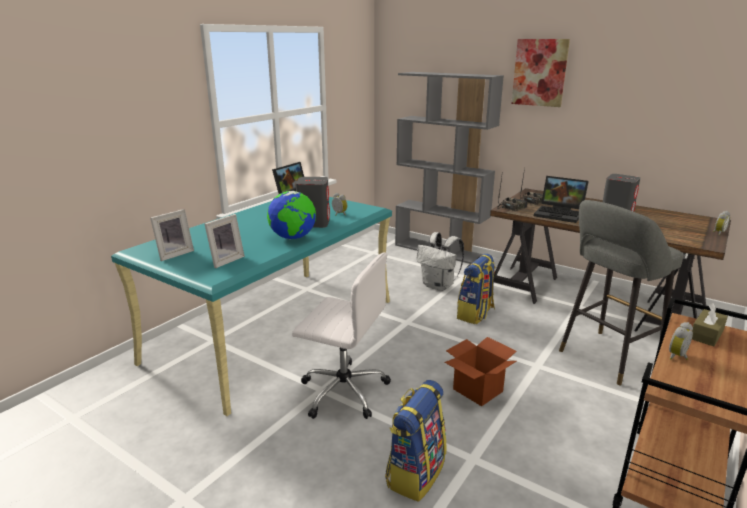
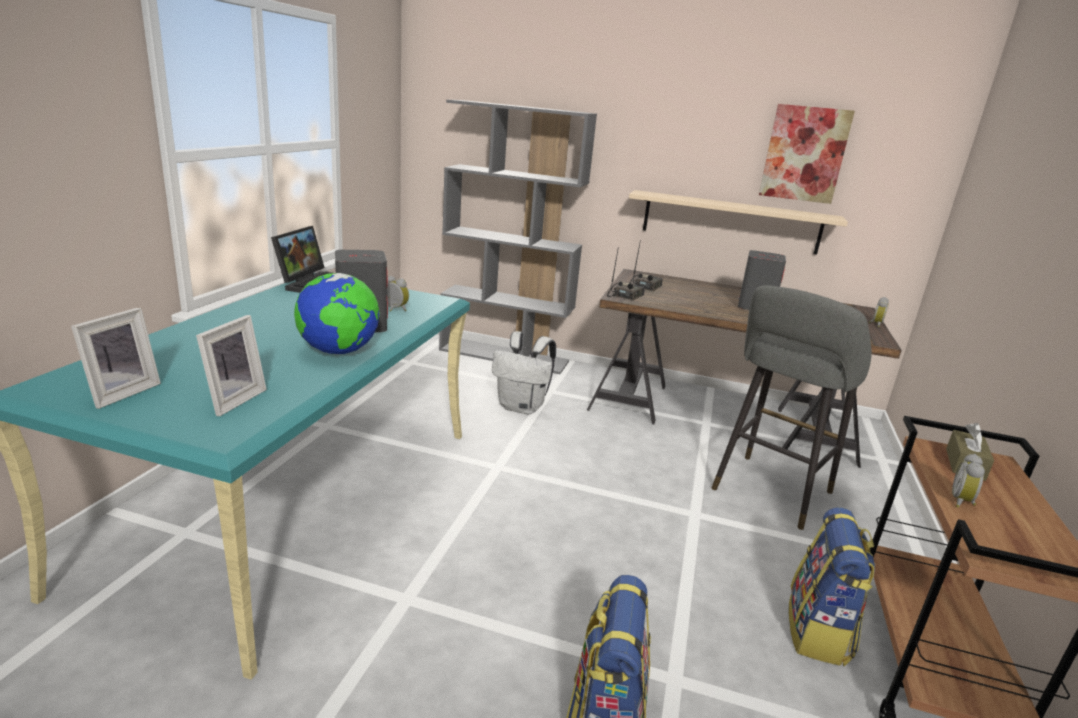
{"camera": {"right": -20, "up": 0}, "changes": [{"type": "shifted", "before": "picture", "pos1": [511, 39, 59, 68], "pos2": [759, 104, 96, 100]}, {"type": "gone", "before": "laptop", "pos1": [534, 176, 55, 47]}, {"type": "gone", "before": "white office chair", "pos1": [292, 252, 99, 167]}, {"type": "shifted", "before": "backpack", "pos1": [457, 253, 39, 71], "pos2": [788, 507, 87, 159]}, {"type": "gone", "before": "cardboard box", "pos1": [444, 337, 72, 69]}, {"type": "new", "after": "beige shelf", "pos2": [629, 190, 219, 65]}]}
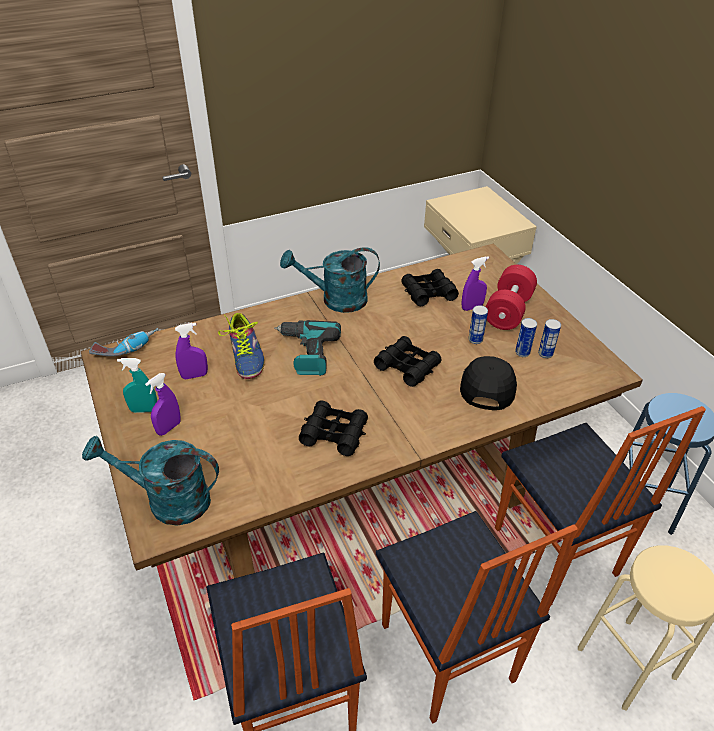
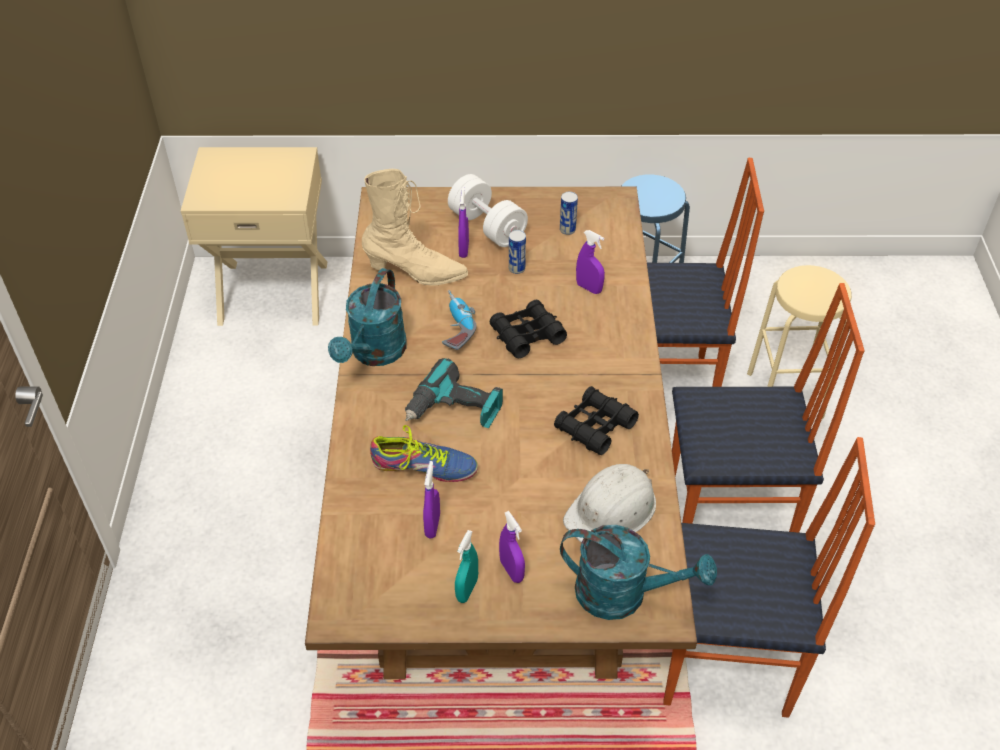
{"camera": {"right": -65, "up": 5}, "changes": [{"type": "repainted", "before": "red dumbbell", "after": "white dumbbell", "pos1": [485, 265, 52, 65], "pos2": [448, 174, 80, 73]}, {"type": "swapped", "before": "black binoculars", "after": "beige boot", "pos1": [401, 269, 58, 37], "pos2": [362, 169, 106, 116]}, {"type": "gone", "before": "can", "pos1": [515, 318, 22, 39]}, {"type": "shifted", "before": "power drill", "pos1": [89, 328, 70, 28], "pos2": [442, 290, 34, 60]}, {"type": "swapped", "before": "black cap", "after": "purple spray bottle", "pos1": [460, 356, 57, 54], "pos2": [576, 230, 29, 64]}, {"type": "rotated", "before": "turquoise watering can", "pos1": [82, 436, 137, 90], "pos2": [560, 525, 157, 95], "turn": -105}, {"type": "new", "after": "white hard hat", "pos2": [563, 464, 93, 79]}]}
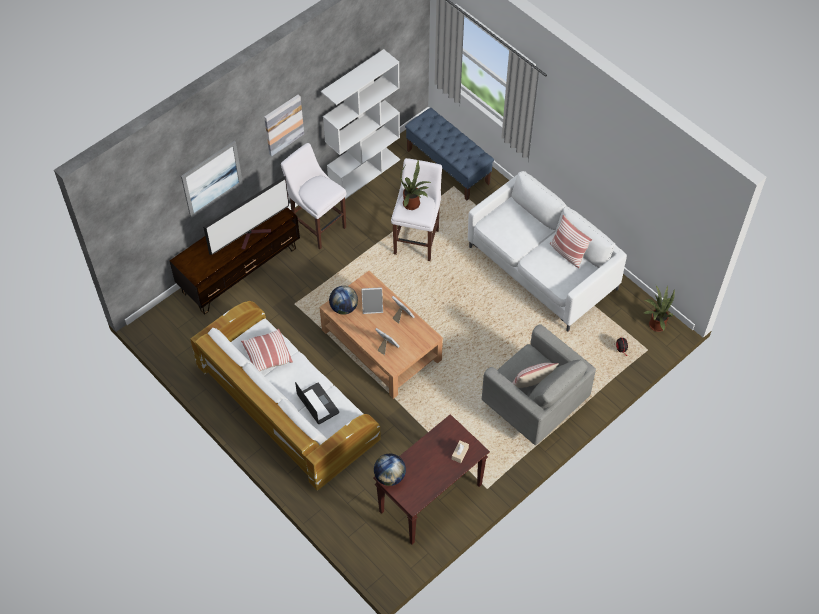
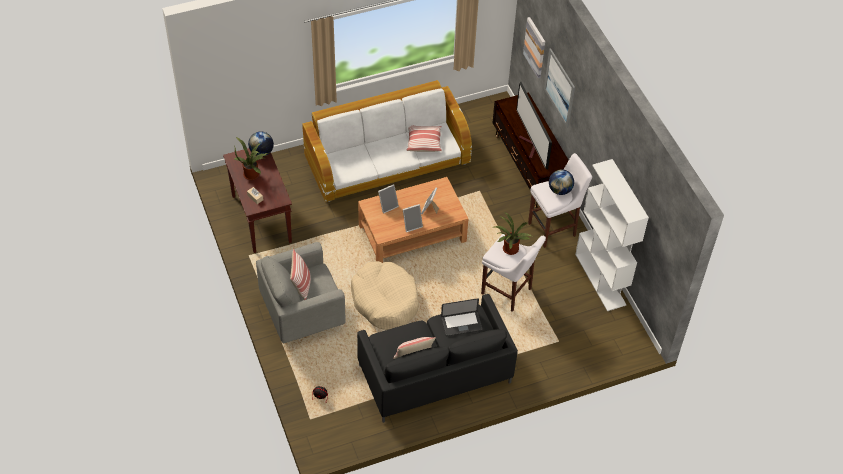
{"camera": {"right": 110, "up": -5}, "changes": [{"type": "shifted", "before": "picture", "pos1": [264, 94, 40, 63], "pos2": [523, 17, 22, 61]}, {"type": "gone", "before": "blue bench", "pos1": [405, 108, 89, 92]}, {"type": "repainted", "before": "white sofa", "after": "black sofa", "pos1": [468, 171, 159, 160], "pos2": [357, 294, 161, 129]}, {"type": "shifted", "before": "globe", "pos1": [329, 286, 29, 29], "pos2": [549, 169, 25, 26]}, {"type": "shifted", "before": "potted plant", "pos1": [644, 286, 31, 46], "pos2": [234, 137, 34, 43]}, {"type": "shifted", "before": "laptop", "pos1": [295, 382, 44, 42], "pos2": [441, 298, 42, 38]}, {"type": "new", "after": "beige dog bed", "pos2": [351, 261, 68, 69]}]}
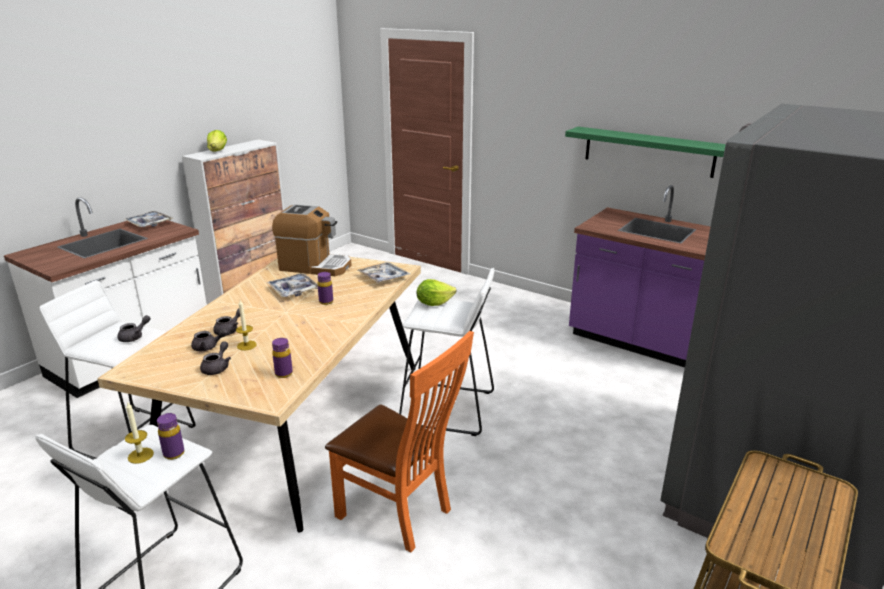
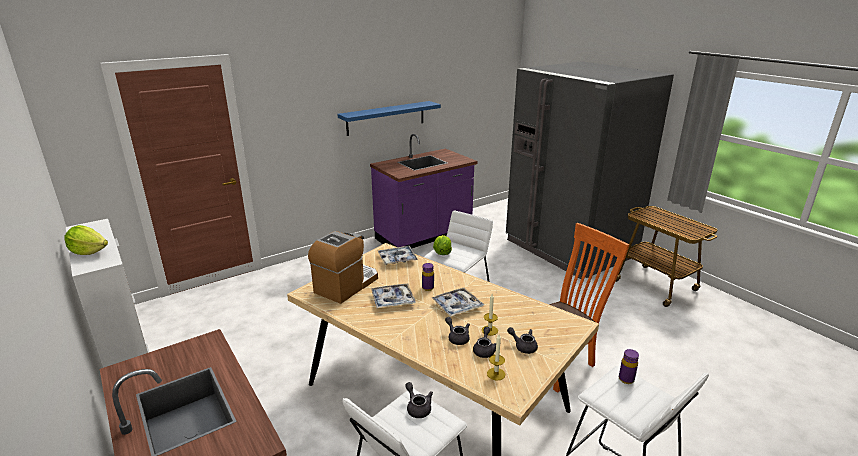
{"camera": {"right": -70, "up": 0}, "changes": [{"type": "repainted", "before": "green shelf", "after": "blue shelf", "pos1": [565, 127, 161, 51], "pos2": [337, 101, 104, 35]}, {"type": "shifted", "before": "tray", "pos1": [124, 211, 49, 16], "pos2": [432, 287, 52, 29]}, {"type": "gone", "before": "purple bottle", "pos1": [272, 338, 21, 40]}, {"type": "shifted", "before": "candle", "pos1": [125, 401, 29, 63], "pos2": [487, 334, 18, 47]}]}
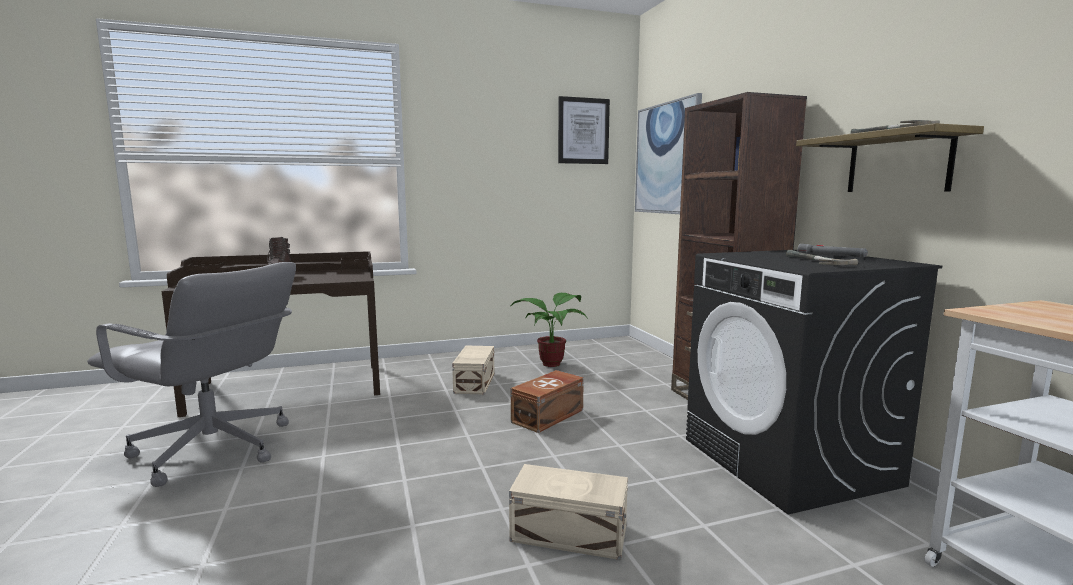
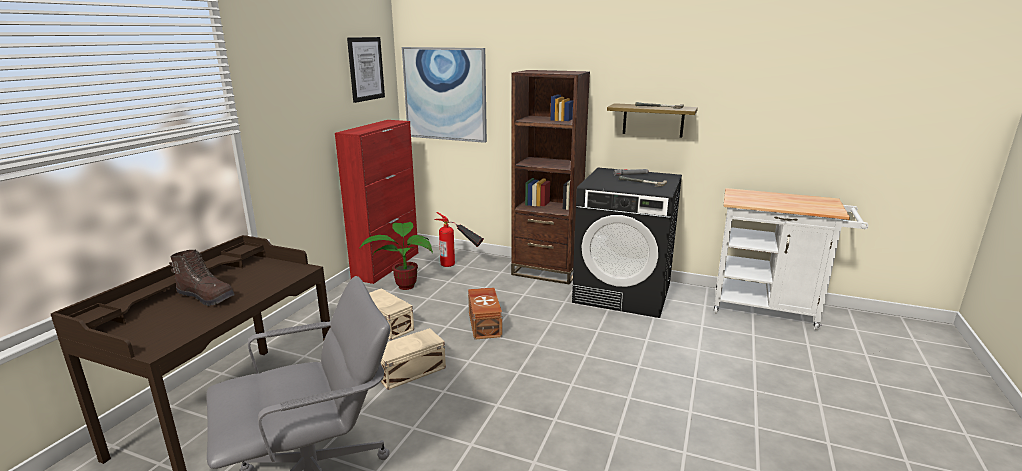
{"camera": {"right": -50, "up": 10}, "changes": [{"type": "shifted", "before": "beige storage box", "pos1": [509, 464, 119, 96], "pos2": [381, 328, 65, 62]}, {"type": "new", "after": "red cabinet", "pos2": [335, 120, 83, 164]}, {"type": "new", "after": "fire extinguisher", "pos2": [435, 212, 49, 55]}]}
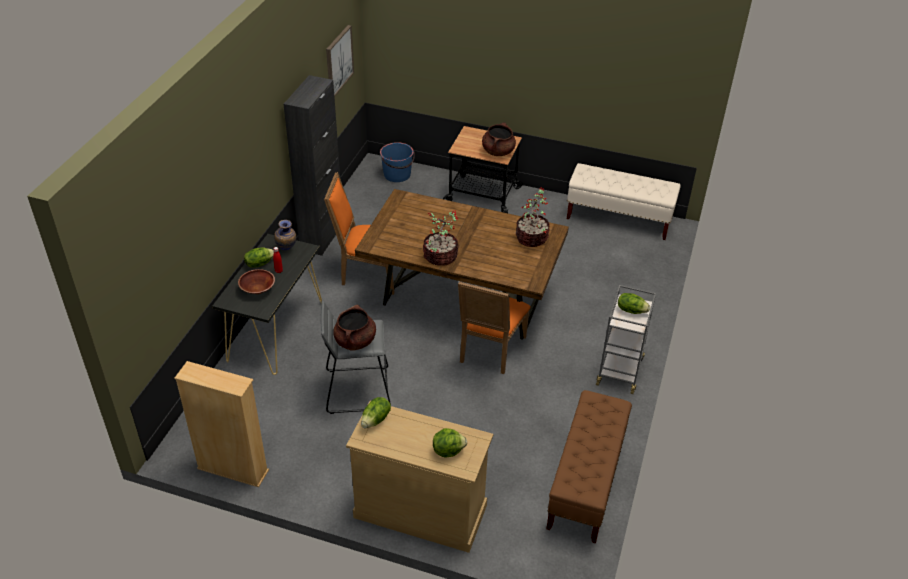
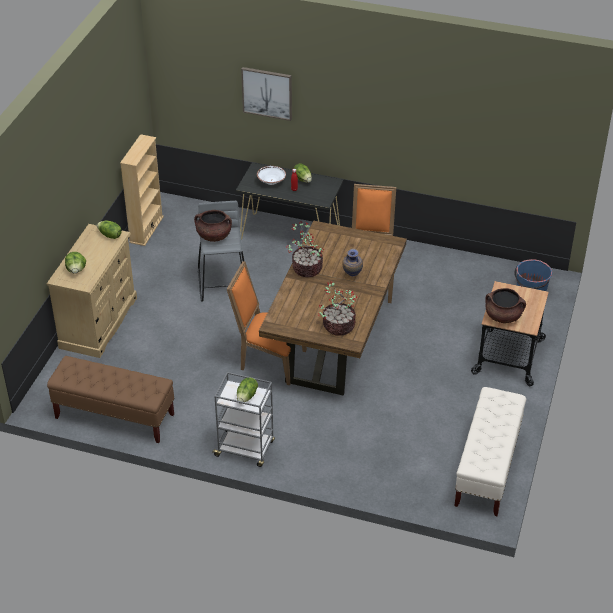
{"camera": {"right": 90, "up": 0}, "changes": [{"type": "shifted", "before": "picture", "pos1": [326, 25, 28, 72], "pos2": [241, 67, 51, 54]}, {"type": "gone", "before": "black cabinet", "pos1": [284, 75, 56, 181]}, {"type": "shifted", "before": "vase", "pos1": [274, 220, 22, 30], "pos2": [343, 249, 20, 27]}, {"type": "repainted", "before": "brown bowl", "after": "white bowl", "pos1": [238, 269, 37, 25], "pos2": [257, 166, 29, 19]}]}
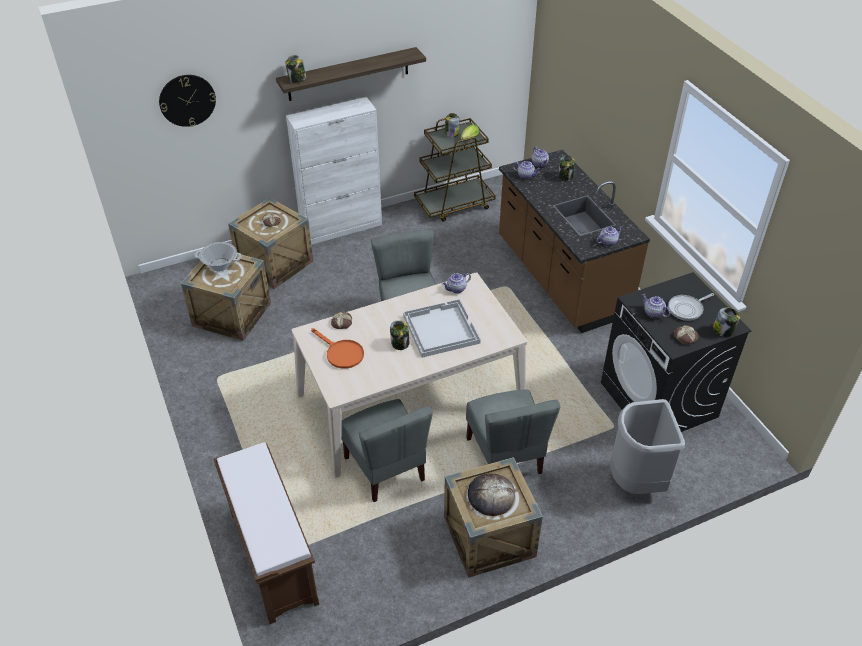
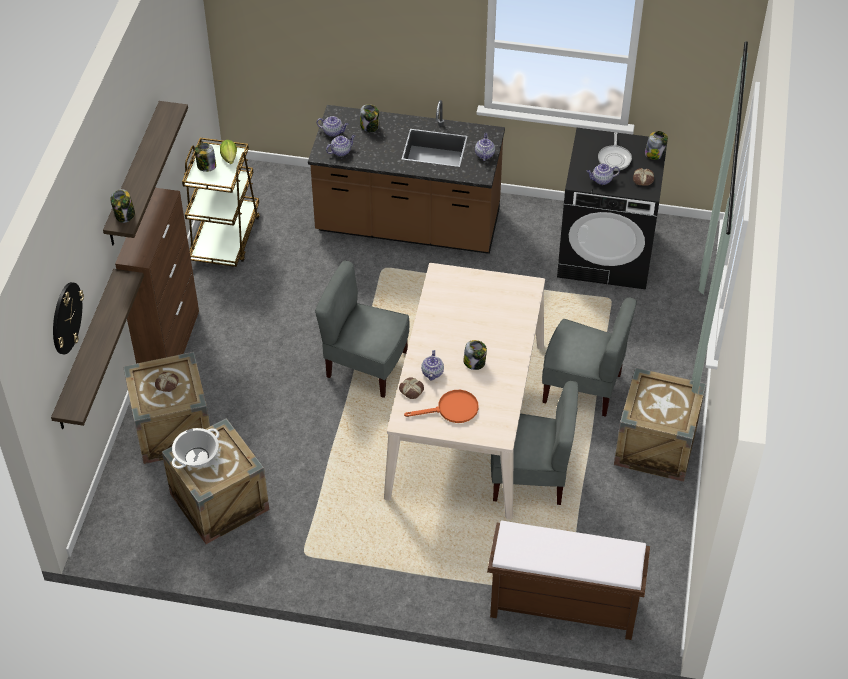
{"camera": {"right": -55, "up": 5}, "changes": [{"type": "repainted", "before": "white cabinet", "after": "brown cabinet", "pos1": [286, 97, 96, 148], "pos2": [115, 188, 84, 176]}, {"type": "shifted", "before": "teapot", "pos1": [443, 273, 28, 21], "pos2": [421, 350, 23, 31]}, {"type": "gone", "before": "white tray", "pos1": [403, 299, 78, 59]}, {"type": "gone", "before": "grey trash can", "pos1": [610, 399, 75, 95]}, {"type": "gone", "before": "bread", "pos1": [468, 474, 47, 42]}, {"type": "new", "after": "shelf", "pos2": [51, 269, 93, 160]}]}
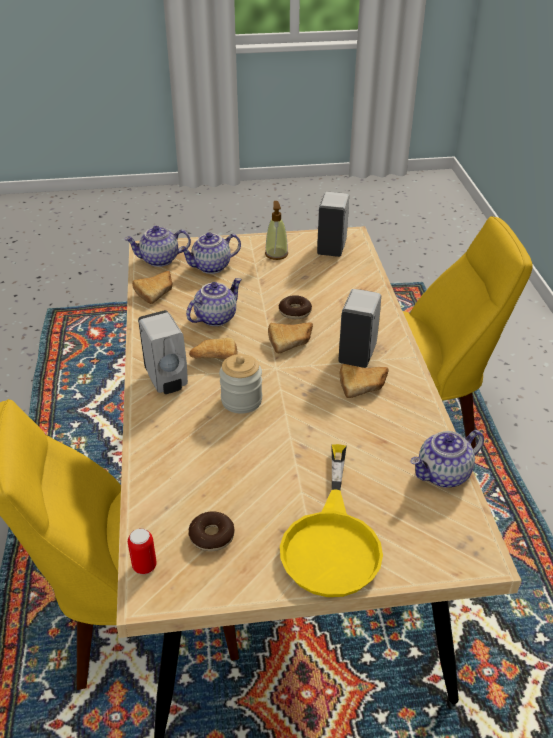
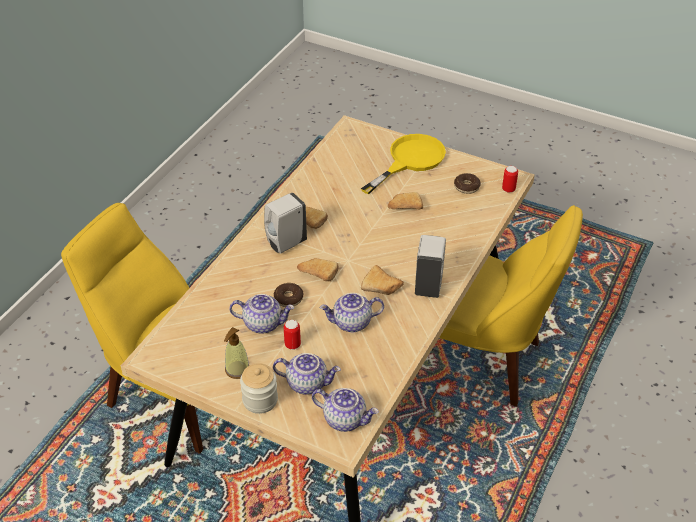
{"camera": {"right": -145, "up": 5}, "changes": [{"type": "gone", "before": "white soap dispenser", "pos1": [317, 192, 32, 65]}, {"type": "shifted", "before": "bread", "pos1": [132, 271, 41, 33], "pos2": [388, 192, 35, 17]}, {"type": "shifted", "before": "jar", "pos1": [219, 354, 43, 60], "pos2": [240, 363, 38, 51]}, {"type": "shifted", "before": "teapot", "pos1": [410, 430, 74, 58], "pos2": [229, 294, 65, 40]}, {"type": "new", "after": "can", "pos2": [284, 320, 17, 30]}]}
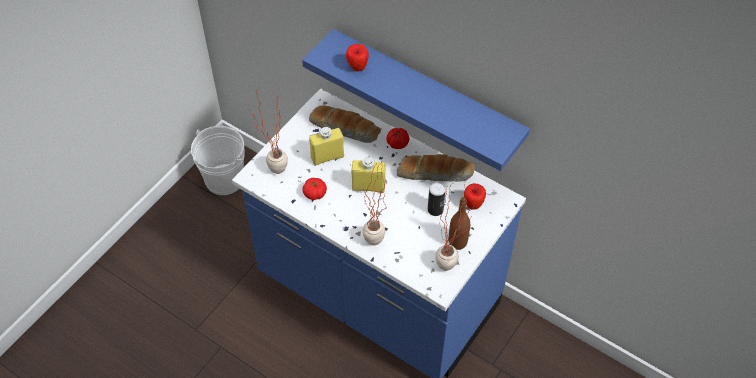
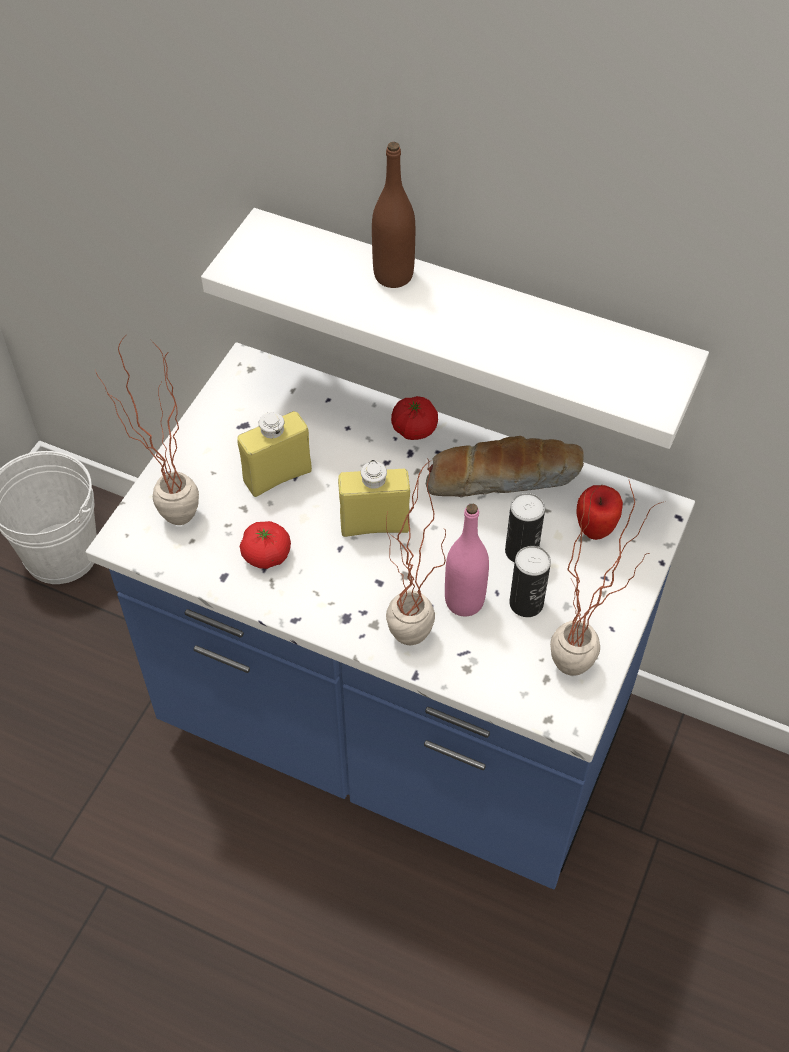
{"camera": {"right": -10, "up": 0}, "changes": [{"type": "repainted", "before": "blue shelf", "after": "white shelf", "pos1": [302, 29, 228, 142], "pos2": [201, 208, 508, 241]}, {"type": "gone", "before": "apple", "pos1": [346, 44, 23, 27]}, {"type": "gone", "before": "bread", "pos1": [309, 105, 72, 38]}, {"type": "shifted", "before": "brown bottle", "pos1": [448, 197, 22, 53], "pos2": [372, 142, 43, 146]}, {"type": "new", "after": "pink bottle", "pos2": [445, 504, 44, 112]}, {"type": "new", "after": "can", "pos2": [509, 546, 42, 71]}]}
